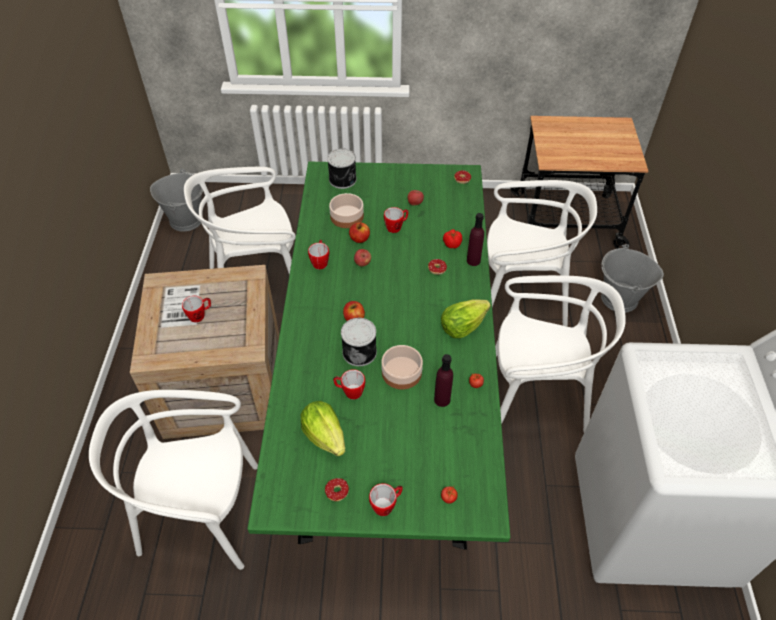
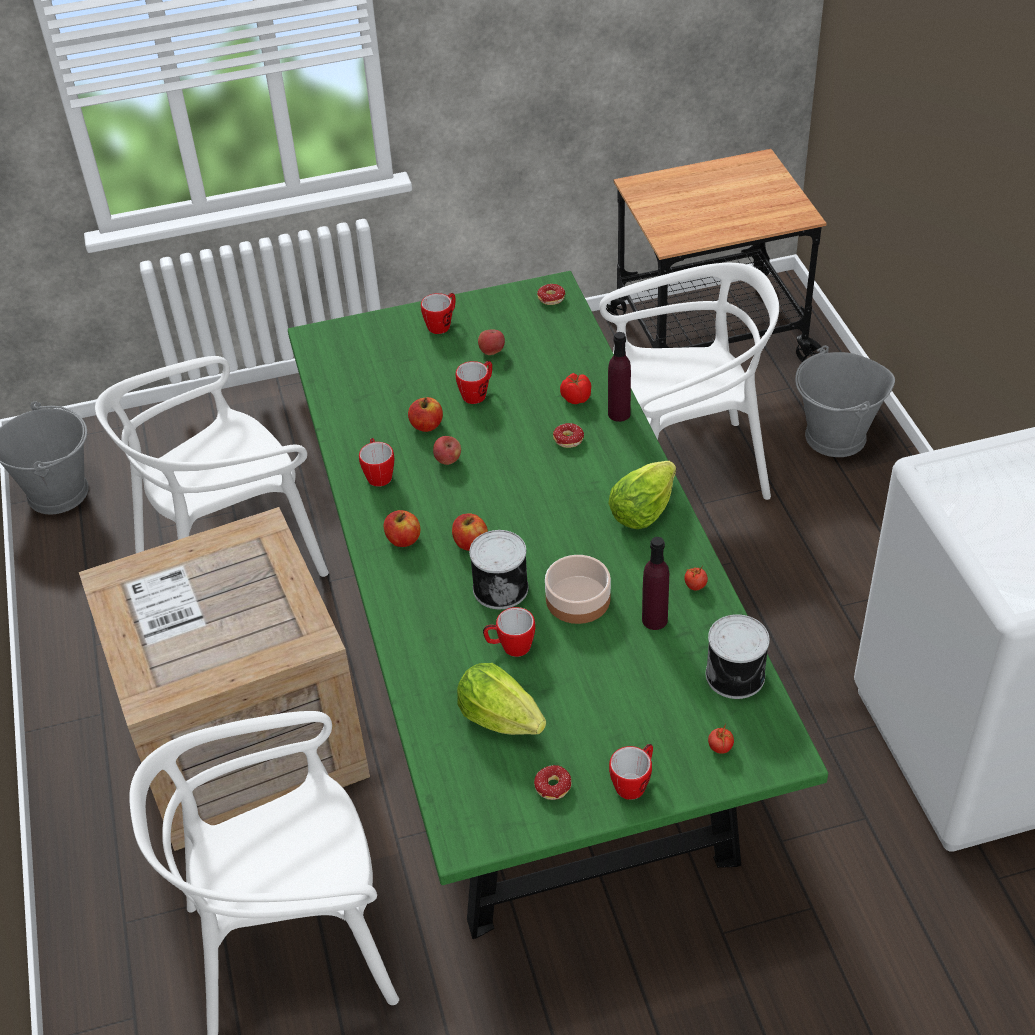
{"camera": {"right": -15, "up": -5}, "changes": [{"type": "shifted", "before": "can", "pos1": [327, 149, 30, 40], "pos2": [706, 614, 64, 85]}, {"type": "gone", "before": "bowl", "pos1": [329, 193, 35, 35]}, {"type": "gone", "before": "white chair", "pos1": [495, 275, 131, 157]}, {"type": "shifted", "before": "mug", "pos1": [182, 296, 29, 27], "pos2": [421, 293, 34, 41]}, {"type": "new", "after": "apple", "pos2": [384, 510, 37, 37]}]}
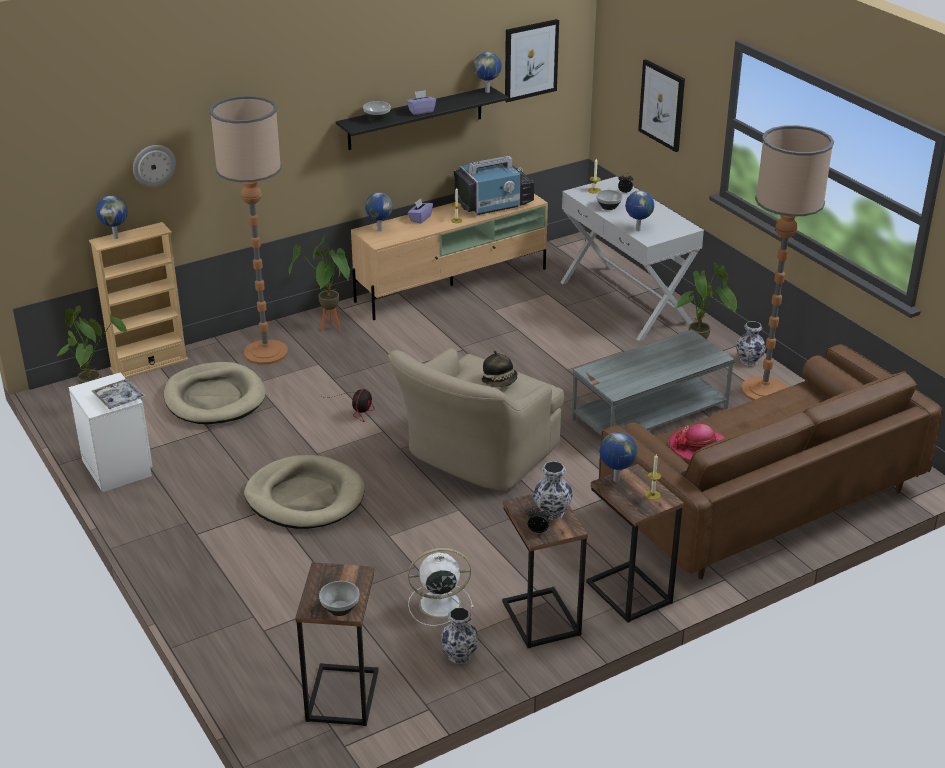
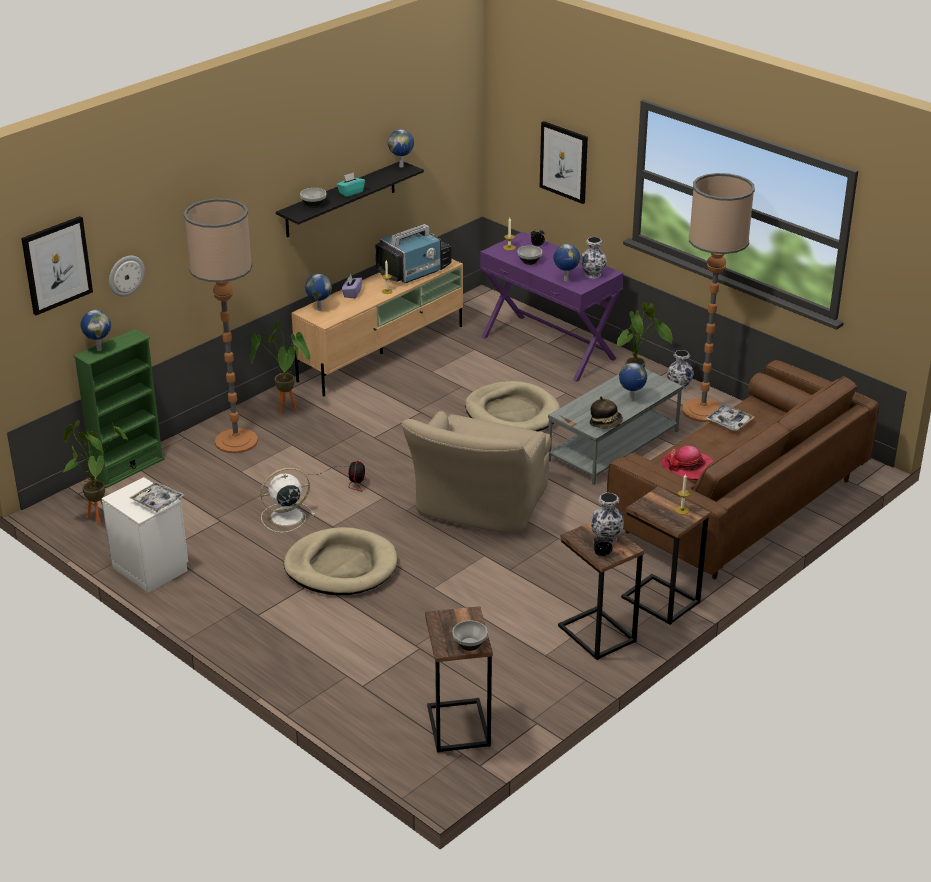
{"camera": {"right": -15, "up": 0}, "changes": [{"type": "shifted", "before": "picture", "pos1": [505, 19, 54, 83], "pos2": [21, 216, 72, 99]}, {"type": "repainted", "before": "purple tissue box", "after": "turquoise tissue box", "pos1": [406, 90, 30, 25], "pos2": [336, 172, 29, 25]}, {"type": "repainted", "before": "white console table", "after": "purple console table", "pos1": [560, 177, 144, 164], "pos2": [480, 232, 143, 150]}, {"type": "repainted", "before": "beige bookcase", "after": "green bookcase", "pos1": [89, 222, 99, 157], "pos2": [73, 329, 92, 159]}, {"type": "shifted", "before": "hat", "pos1": [481, 351, 37, 36], "pos2": [589, 397, 34, 32]}, {"type": "shifted", "before": "beige dog bed", "pos1": [164, 362, 101, 62], "pos2": [465, 381, 95, 50]}, {"type": "shifted", "before": "globe", "pos1": [599, 432, 38, 50], "pos2": [619, 363, 28, 38]}, {"type": "shifted", "before": "white fan", "pos1": [408, 548, 66, 78], "pos2": [260, 467, 55, 66]}, {"type": "shifted", "before": "vase", "pos1": [441, 608, 37, 56], "pos2": [580, 237, 27, 42]}, {"type": "new", "after": "tray", "pos2": [706, 404, 48, 27]}]}
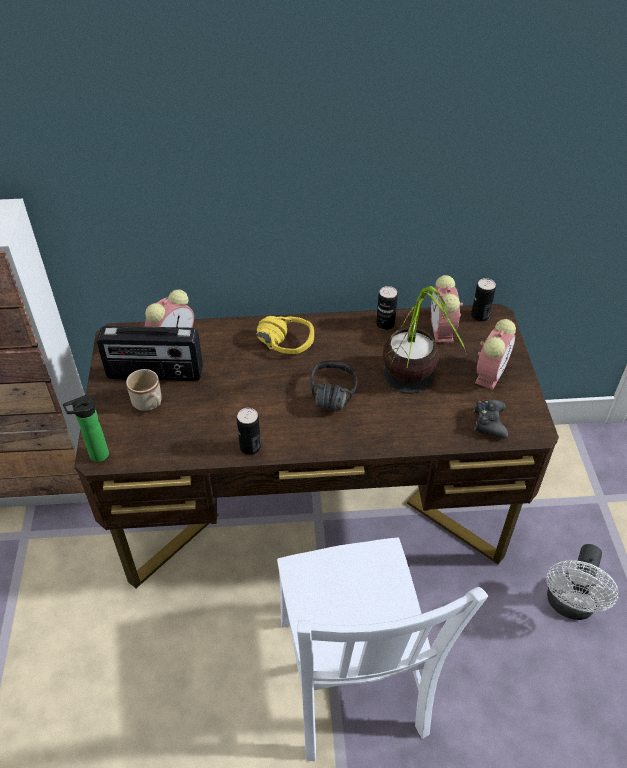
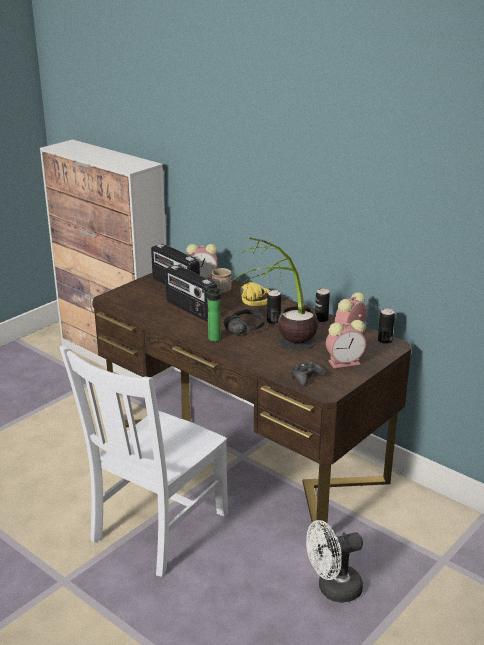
{"camera": {"right": 45, "up": -20}, "changes": [{"type": "shifted", "before": "beige mug", "pos1": [126, 369, 36, 42], "pos2": [212, 268, 19, 25]}, {"type": "shifted", "before": "bottle", "pos1": [63, 395, 46, 67], "pos2": [202, 287, 19, 55]}, {"type": "shifted", "before": "can", "pos1": [237, 408, 24, 47], "pos2": [267, 290, 14, 34]}, {"type": "new", "after": "radio", "pos2": [165, 265, 52, 56]}]}
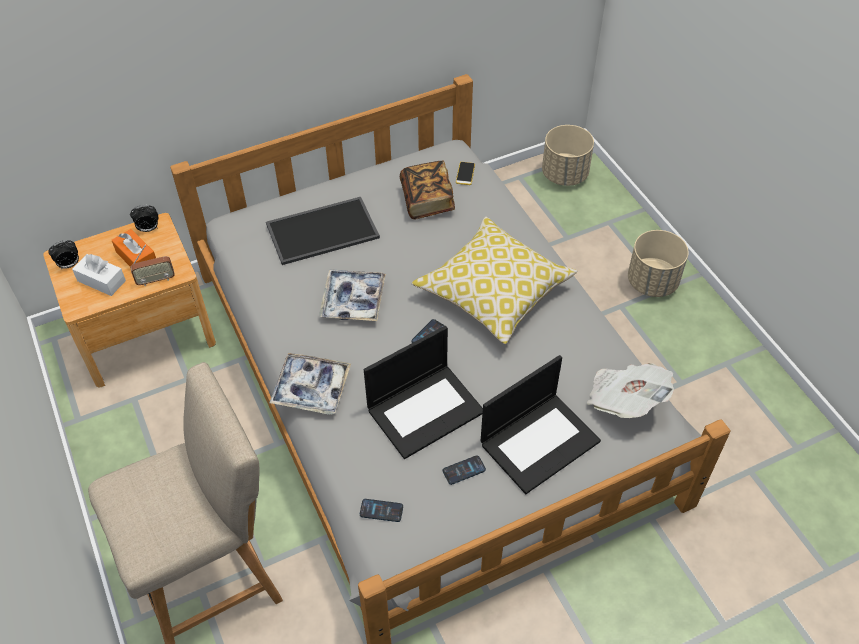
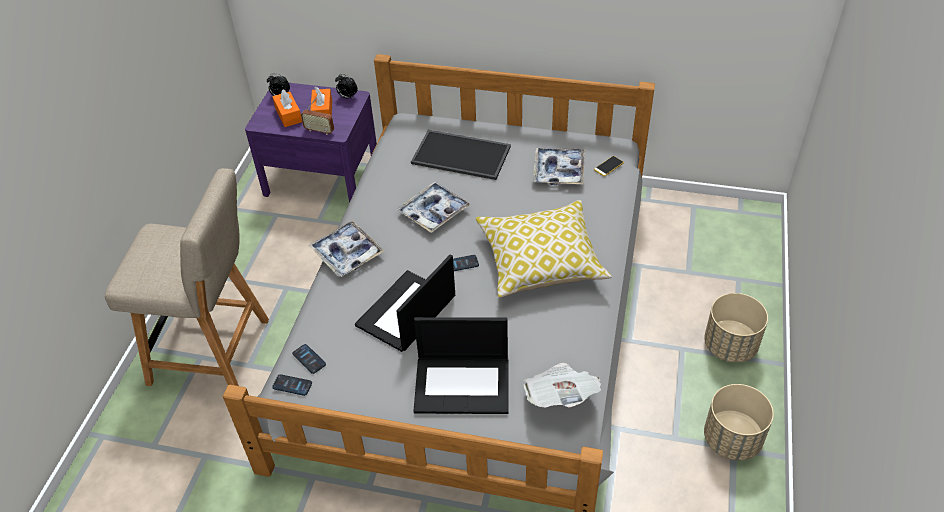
{"camera": {"right": 40, "up": -5}, "changes": [{"type": "shifted", "before": "beige planter", "pos1": [542, 125, 52, 61], "pos2": [704, 384, 70, 77]}, {"type": "swapped", "before": "book", "after": "tray", "pos1": [400, 160, 55, 59], "pos2": [533, 148, 52, 37]}, {"type": "repainted", "before": "brown nightstand", "after": "purple nightstand", "pos1": [43, 213, 173, 174], "pos2": [245, 83, 132, 120]}, {"type": "repainted", "before": "white tissue box", "after": "orange tissue box", "pos1": [72, 254, 54, 42], "pos2": [273, 89, 29, 38]}, {"type": "rotated", "before": "laptop", "pos1": [364, 326, 119, 133], "pos2": [355, 255, 100, 97], "turn": 120}, {"type": "shifted", "before": "phone", "pos1": [443, 455, 43, 30], "pos2": [272, 374, 40, 22]}]}
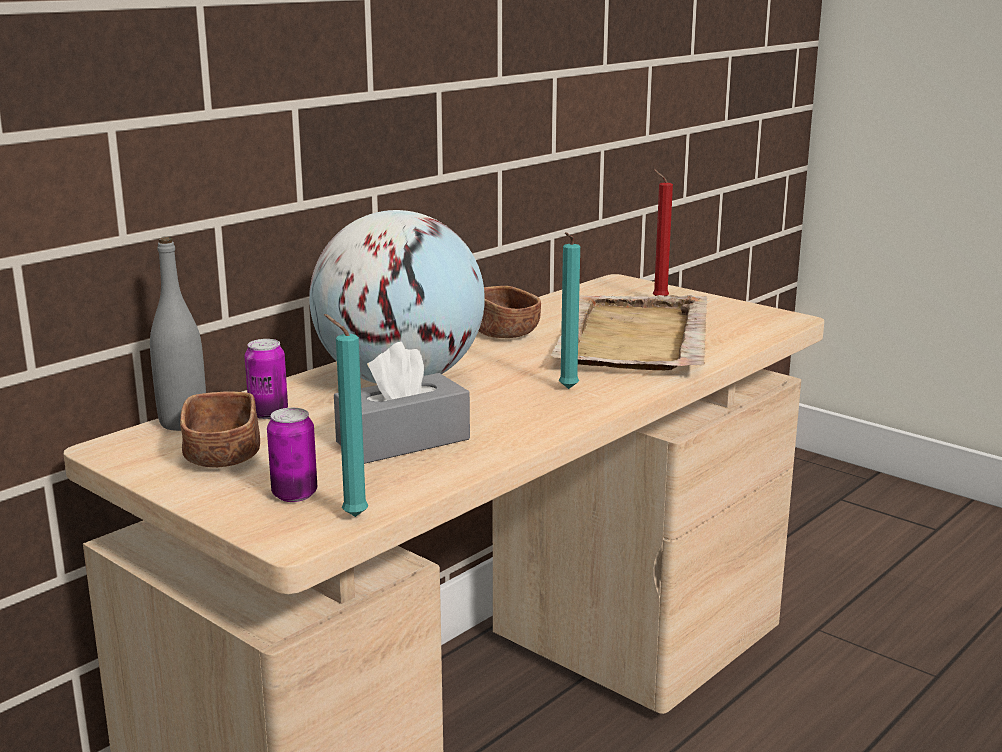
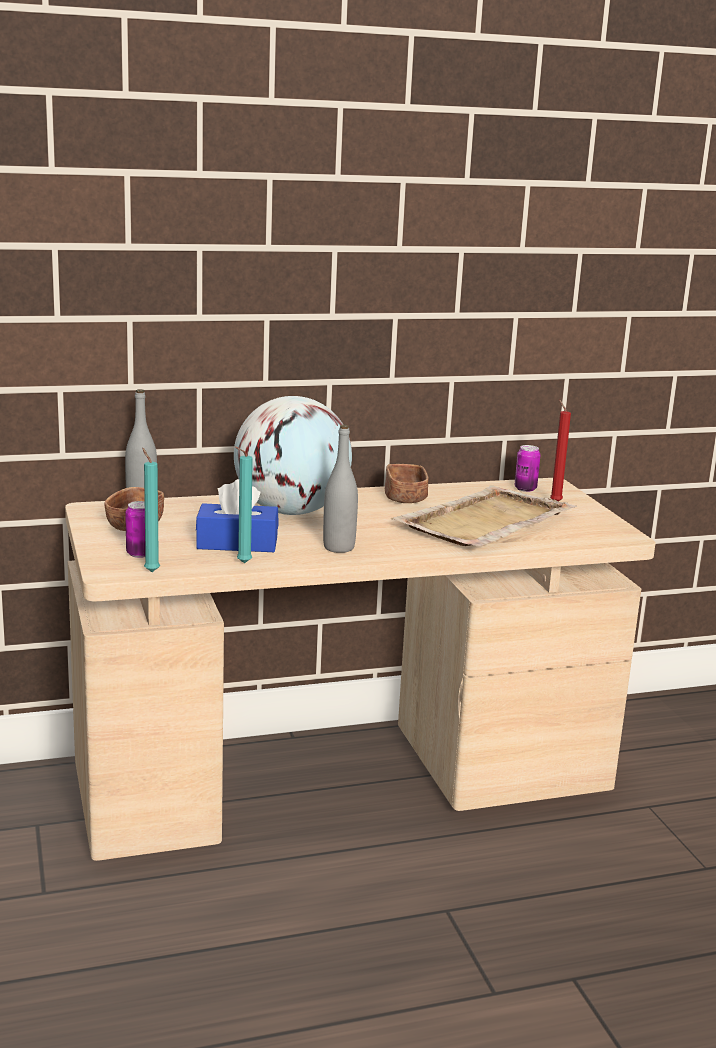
{"camera": {"right": 30, "up": 0}, "changes": [{"type": "shifted", "before": "turquoise candle", "pos1": [559, 232, 21, 157], "pos2": [235, 446, 18, 117]}, {"type": "shifted", "before": "can", "pos1": [244, 339, 44, 80], "pos2": [515, 445, 25, 47]}, {"type": "repainted", "before": "grey tissue box", "after": "blue tissue box", "pos1": [334, 342, 136, 122], "pos2": [196, 479, 83, 73]}, {"type": "new", "after": "grey bottle", "pos2": [323, 425, 35, 128]}]}
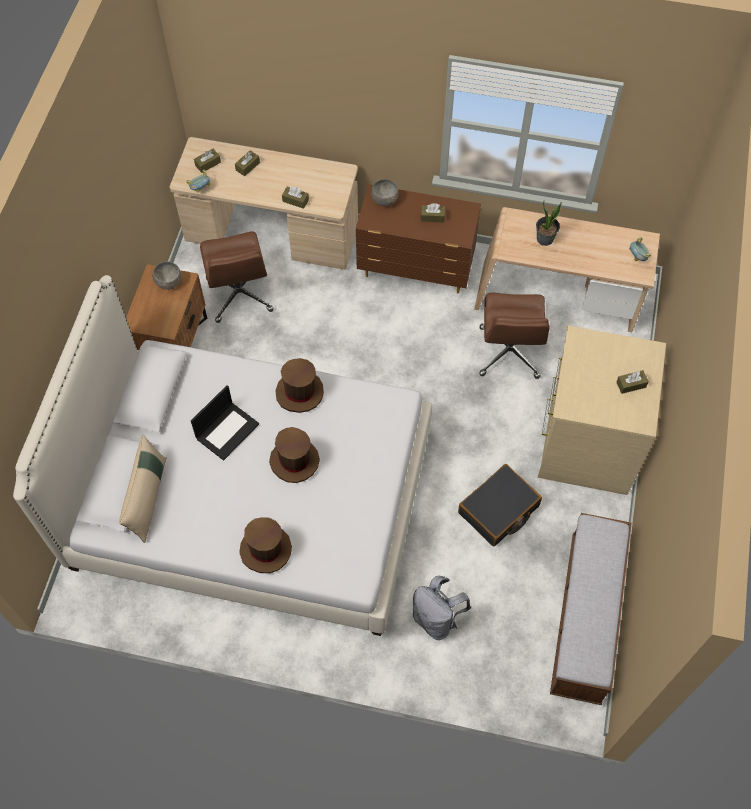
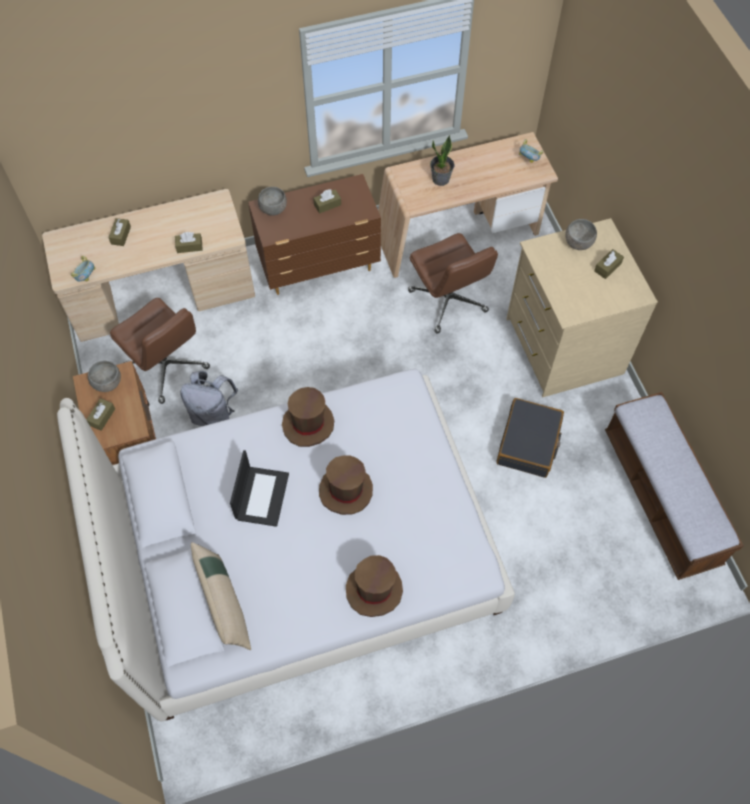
{"camera": {"right": -30, "up": 0}, "changes": [{"type": "shifted", "before": "brown tissue box", "pos1": [194, 149, 27, 24], "pos2": [86, 398, 29, 33]}, {"type": "shifted", "before": "grey backpack", "pos1": [413, 576, 58, 64], "pos2": [181, 371, 57, 55]}, {"type": "new", "after": "grey bowl", "pos2": [565, 219, 32, 31]}]}
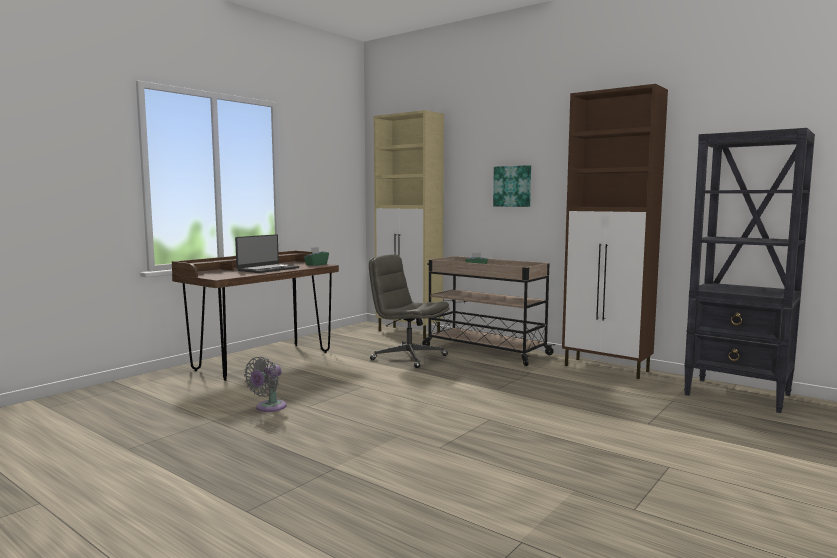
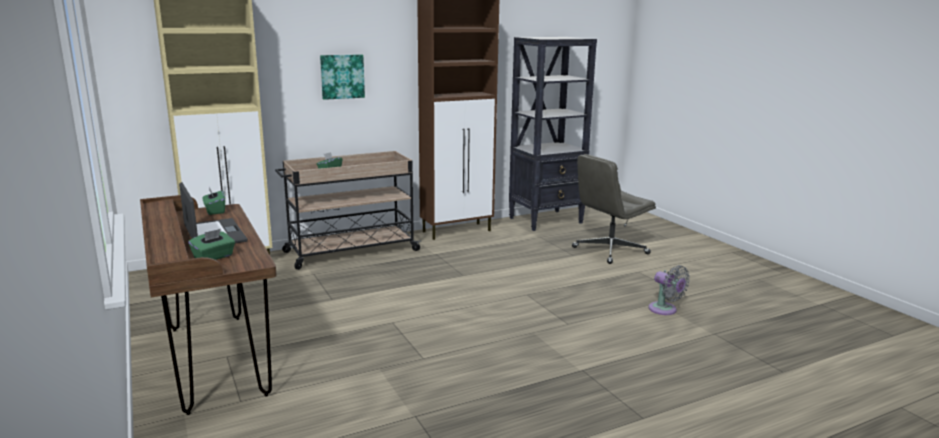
{"camera": {"right": -65, "up": 10}, "changes": [{"type": "shifted", "before": "grey office chair", "pos1": [369, 254, 80, 114], "pos2": [572, 154, 84, 110]}, {"type": "shifted", "before": "grey fan", "pos1": [244, 357, 43, 55], "pos2": [648, 265, 42, 50]}, {"type": "new", "after": "green tissue box", "pos2": [188, 229, 47, 31]}]}
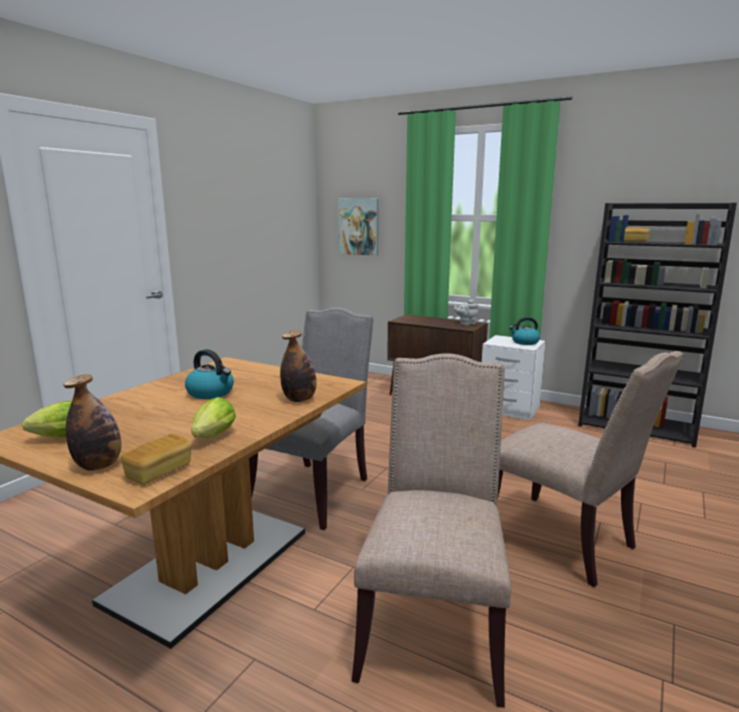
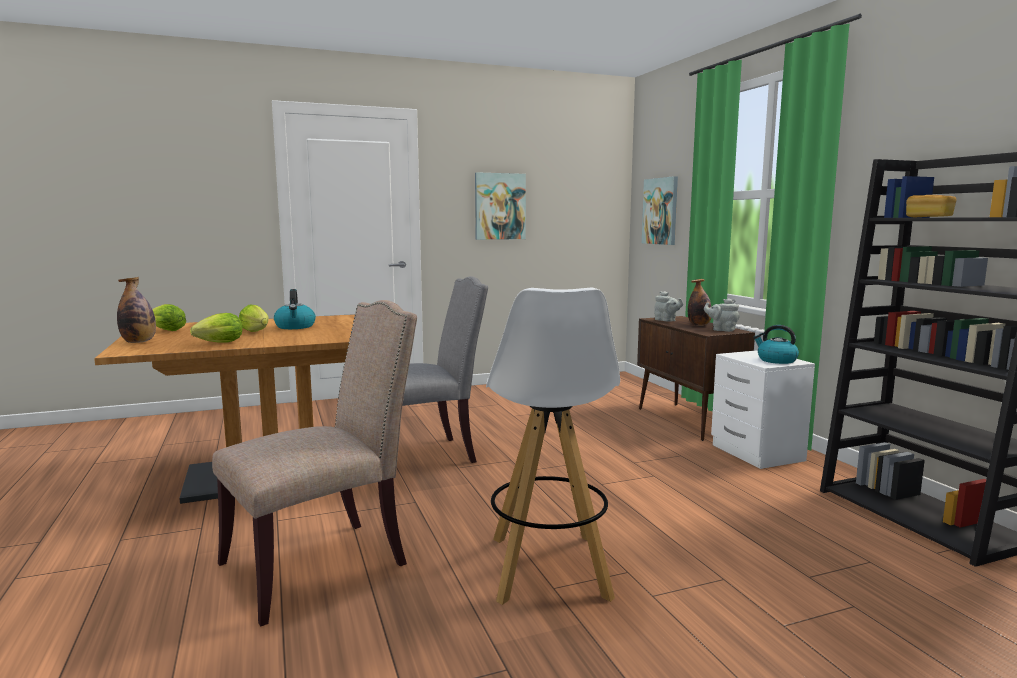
{"camera": {"right": 40, "up": -5}, "changes": [{"type": "shifted", "before": "bottle", "pos1": [280, 331, 36, 71], "pos2": [688, 279, 23, 47]}, {"type": "swapped", "before": "beige chair", "after": "white stool", "pos1": [498, 351, 186, 236], "pos2": [486, 287, 134, 318]}, {"type": "gone", "before": "bread", "pos1": [121, 434, 70, 51]}, {"type": "new", "after": "picture", "pos2": [475, 172, 51, 68]}, {"type": "new", "after": "grey teapot", "pos2": [654, 291, 30, 31]}, {"type": "new", "after": "lettuce", "pos2": [239, 304, 30, 28]}]}
